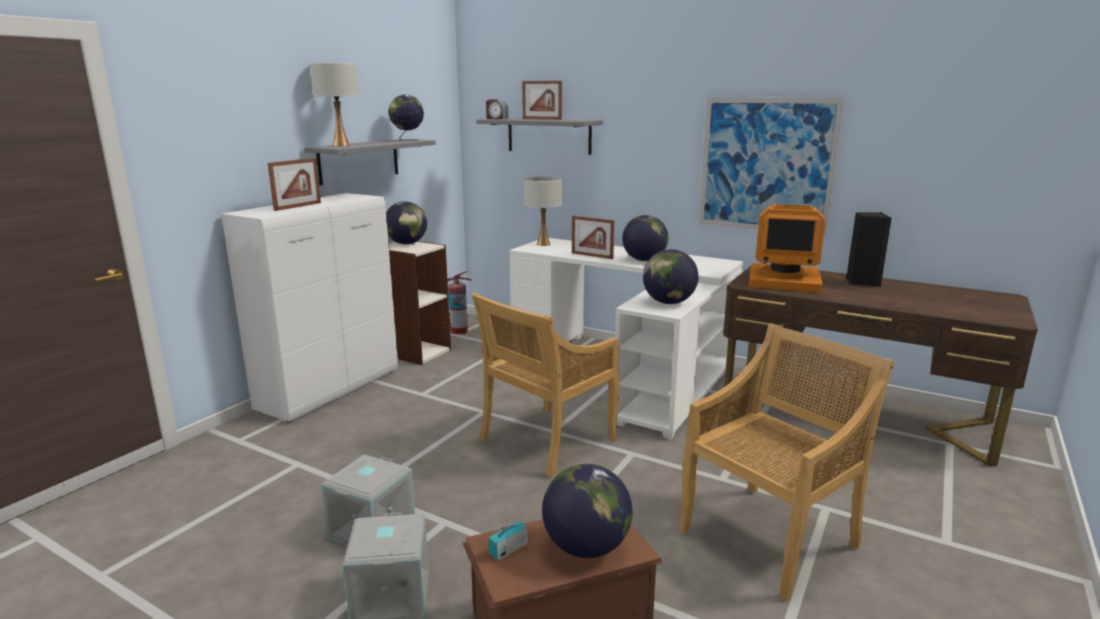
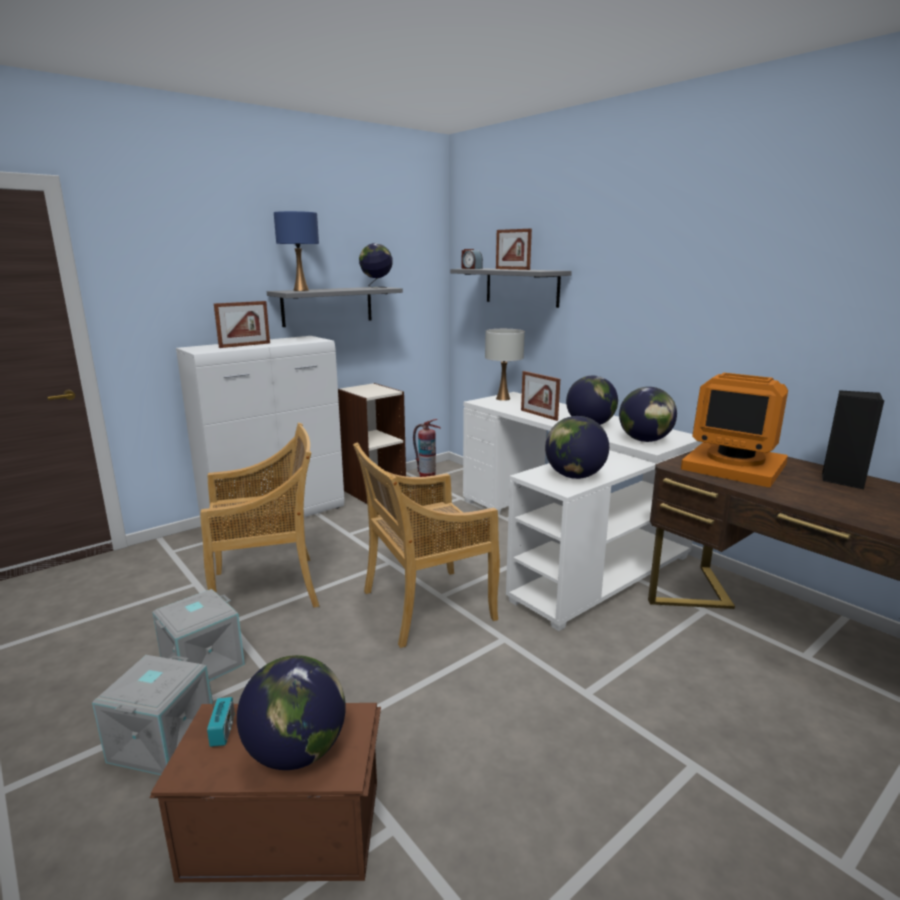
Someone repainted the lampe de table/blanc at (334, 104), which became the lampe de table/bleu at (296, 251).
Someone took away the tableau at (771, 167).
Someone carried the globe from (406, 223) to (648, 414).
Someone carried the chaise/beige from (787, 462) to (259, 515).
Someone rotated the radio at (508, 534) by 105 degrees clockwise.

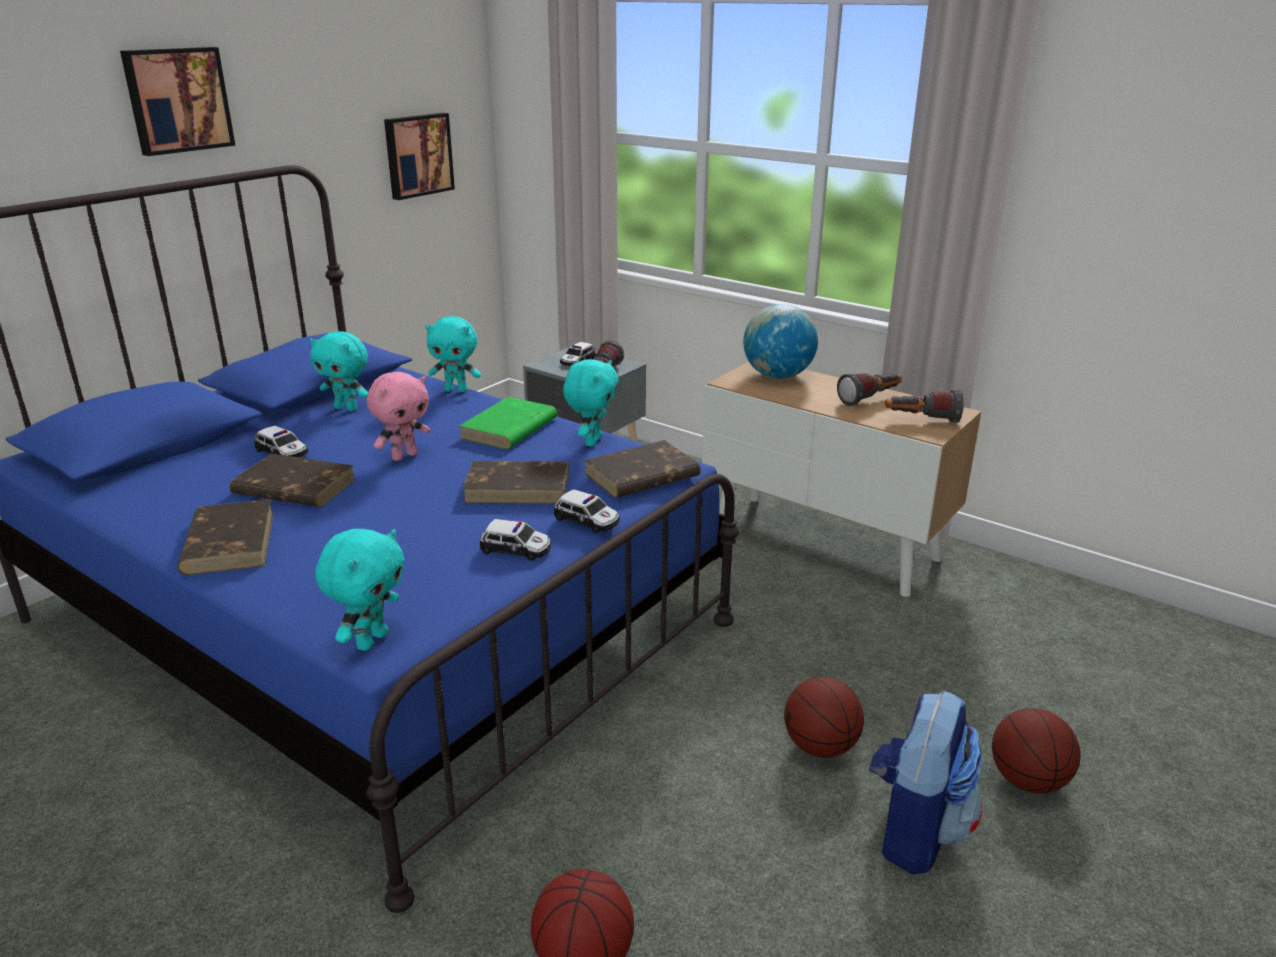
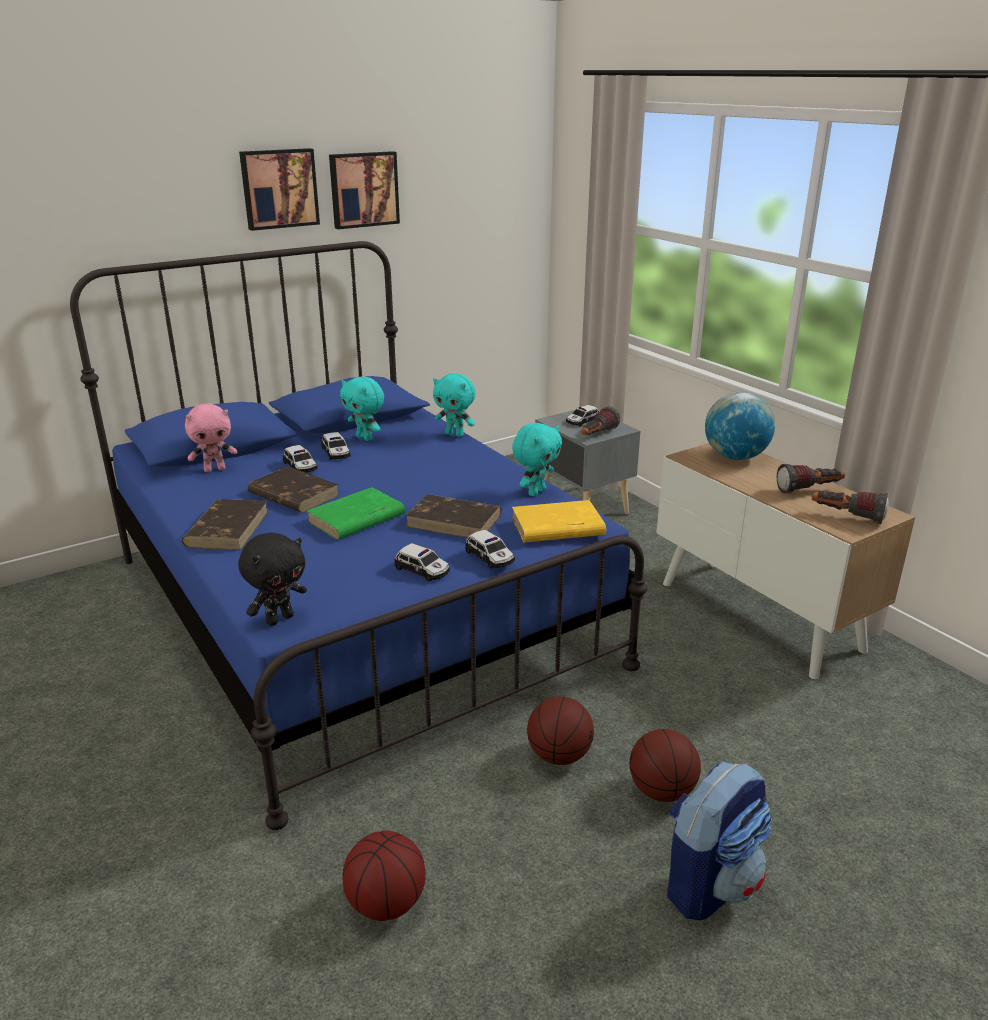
Someone carried the tableau from (419, 156) to (364, 190).
Someone carried the peluche/rose from (398, 416) to (211, 438).
Someone carried the livre/vert from (508, 423) to (356, 513).
Someone repainted the livre/marron at (642, 469), which became the livre/jaune at (559, 521).
Someone repainted the peluche/turquoise at (360, 590), which became the peluche/noir at (272, 579).
Someone carried the ballon de basket from (1036, 751) to (560, 730).
Someone put down the petite voiture at (336, 446).

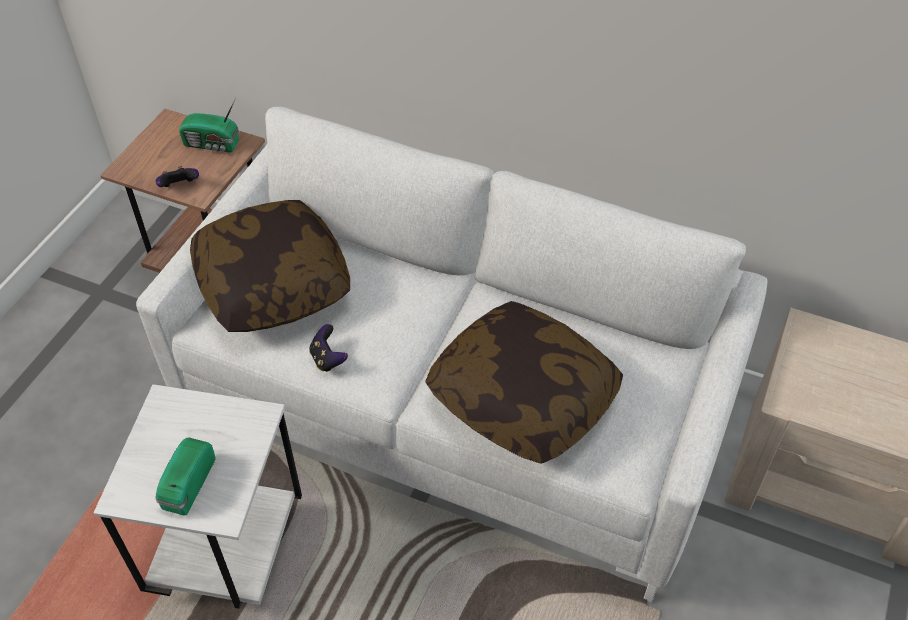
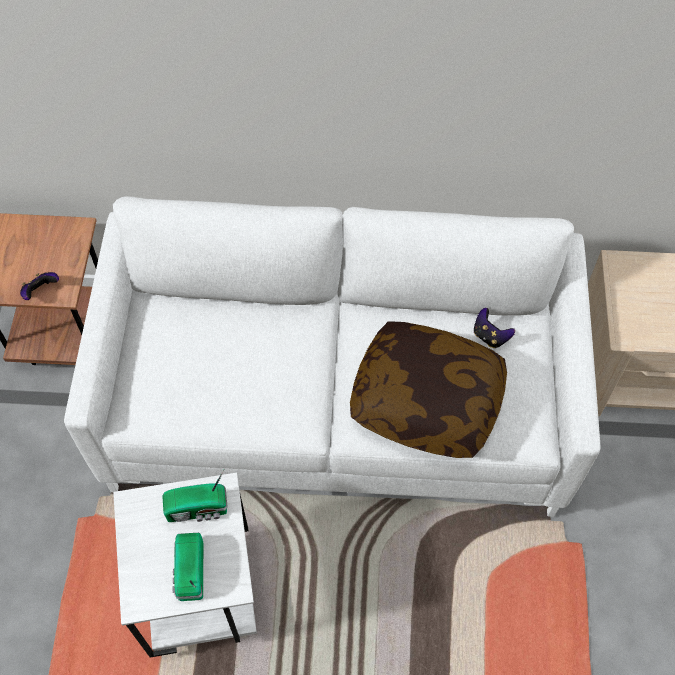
Someone carried the radio from (209, 125) to (195, 496).
Someone took away the coussin at (270, 266).
Someone carried the manette from (328, 348) to (494, 328).

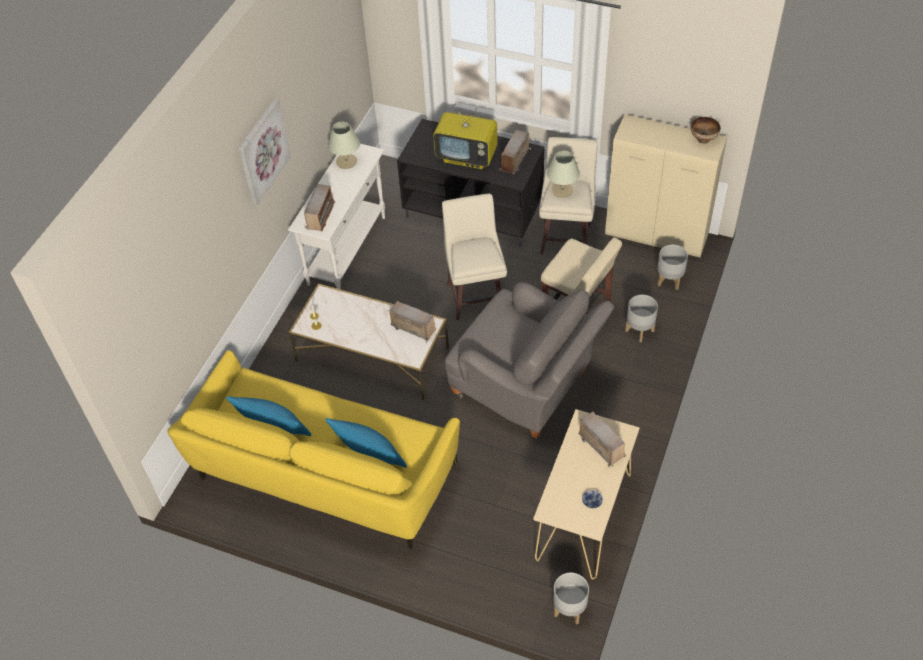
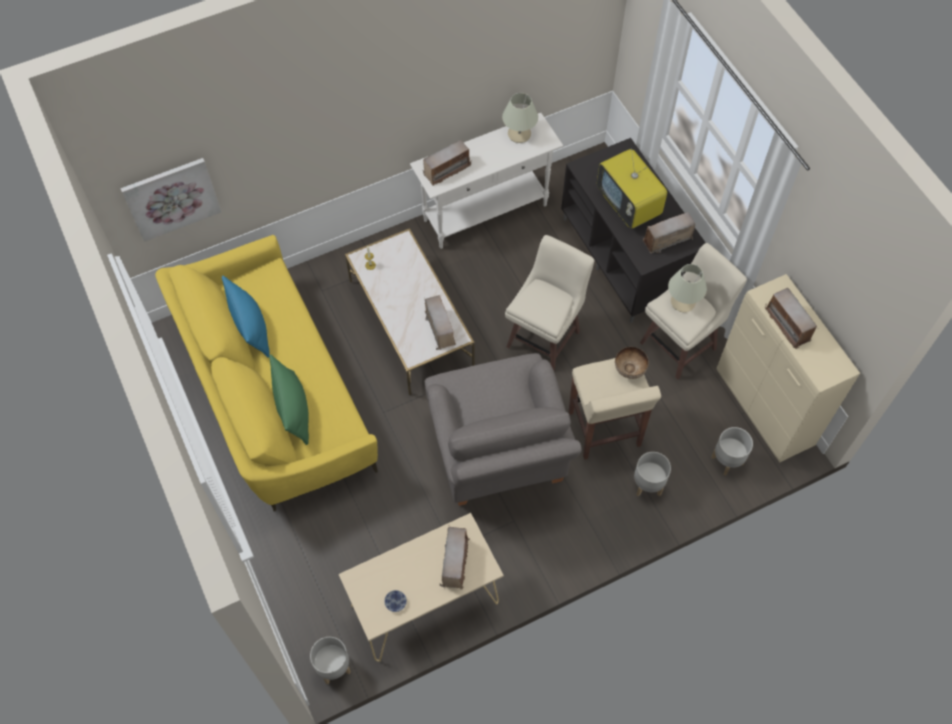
Someone carried the tableau from (265, 152) to (171, 200).
Someone carried the bol from (705, 130) to (632, 363).
Someone repainted the coussin/bleu at (366, 443), which became the coussin/vert at (289, 400).
Someone put down the radio at (791, 318).

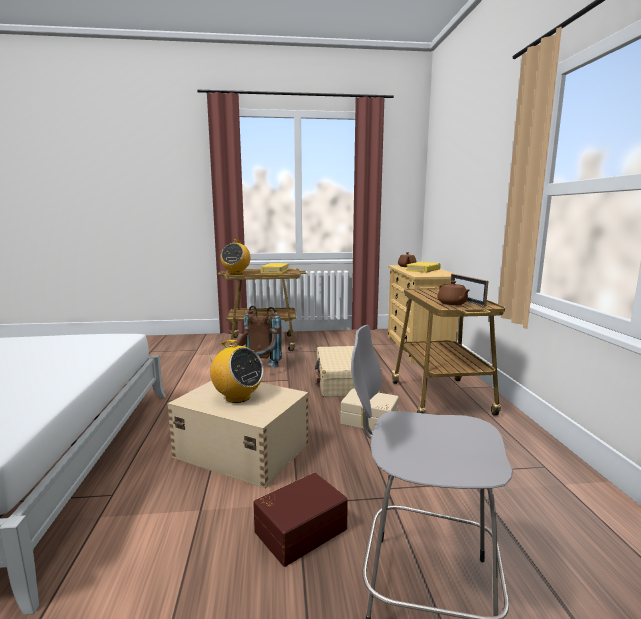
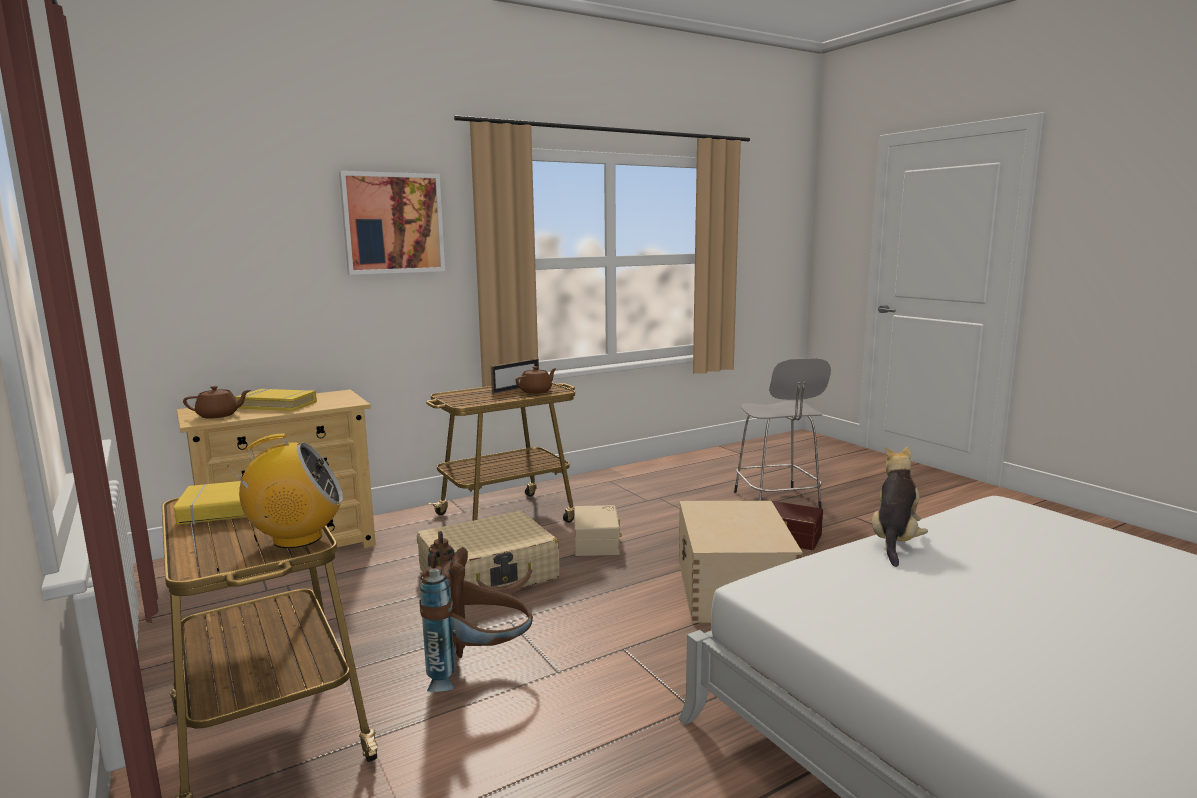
Someone took away the radio at (234, 371).
Someone put up the tableau at (392, 223).
Someone put down the peluche at (900, 506).

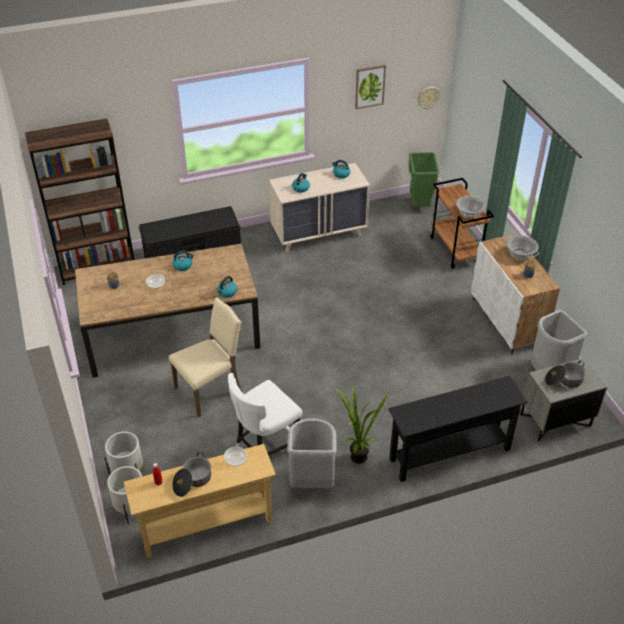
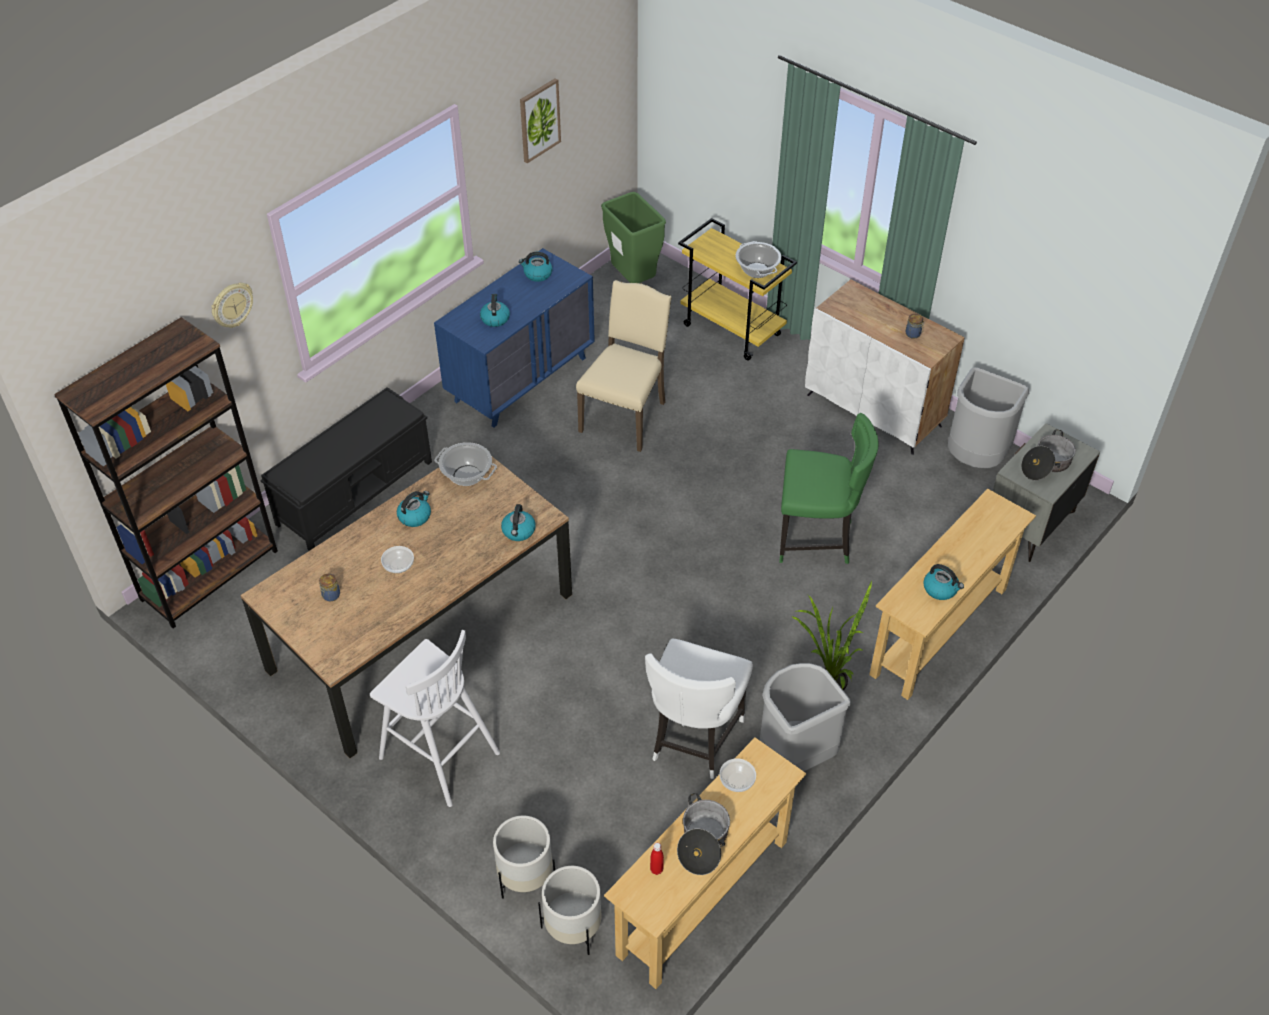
Someone carried the horloge murale from (429, 98) to (232, 305).
Someone repainted the commode/beige at (319, 207), which became the commode/bleu at (514, 337).
Someone repainted the chariot/marron at (462, 223), which became the chariot/jaune at (737, 289).
Someone carried the marmite from (522, 247) to (465, 464).
Someone carried the chaise/beige from (205, 357) to (624, 366).
Someone repainted the table console/noir at (458, 429), which became the table console/beige at (952, 594).
Someone put down the chaise/vert at (828, 488).
Someone put down the bouilloire at (943, 582).
Someone put down the tabouret/blanc at (435, 718).

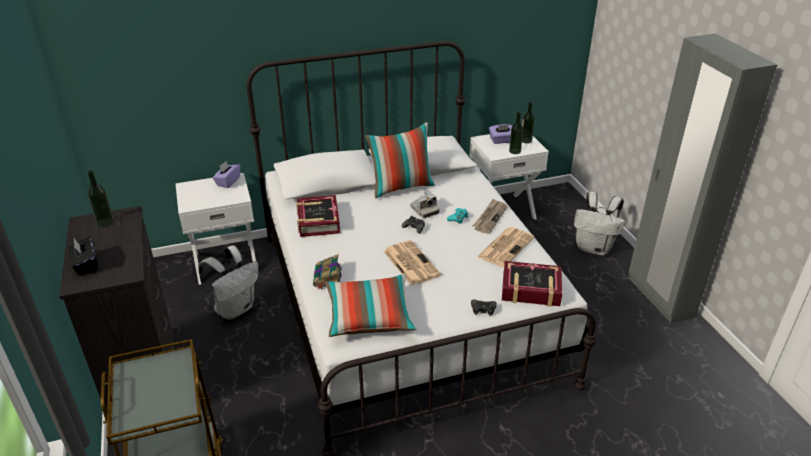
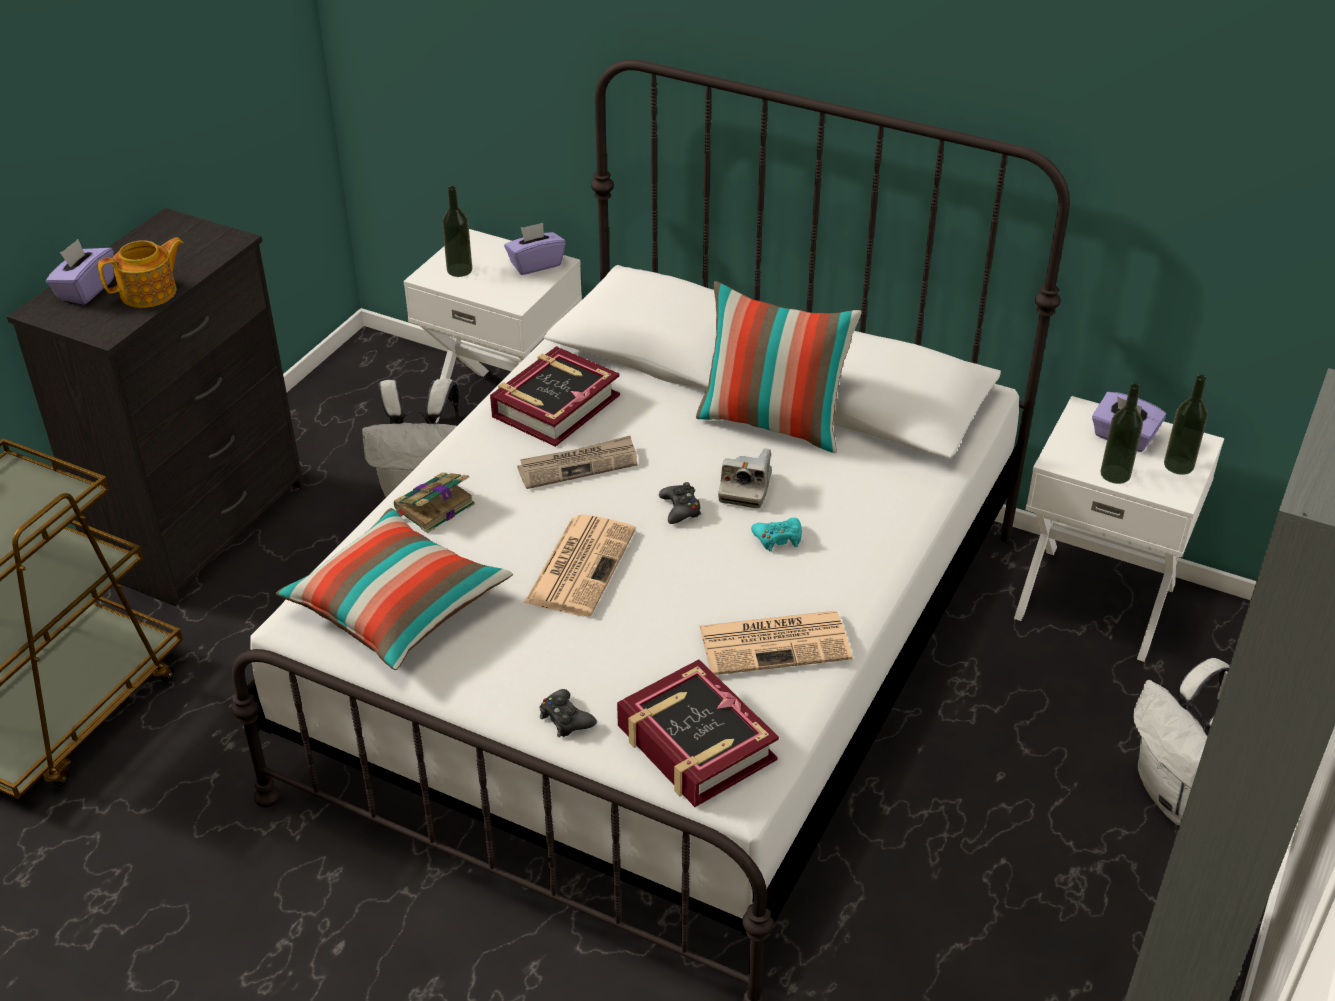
Someone carried the bouteille from (100, 198) to (457, 231).
Someone carried the journal from (490, 216) to (577, 462).
Someone repainted the boîte à mouchoirs/noir at (83, 255), which became the boîte à mouchoirs/violet at (80, 272).
Someone put down the théière at (141, 272).

